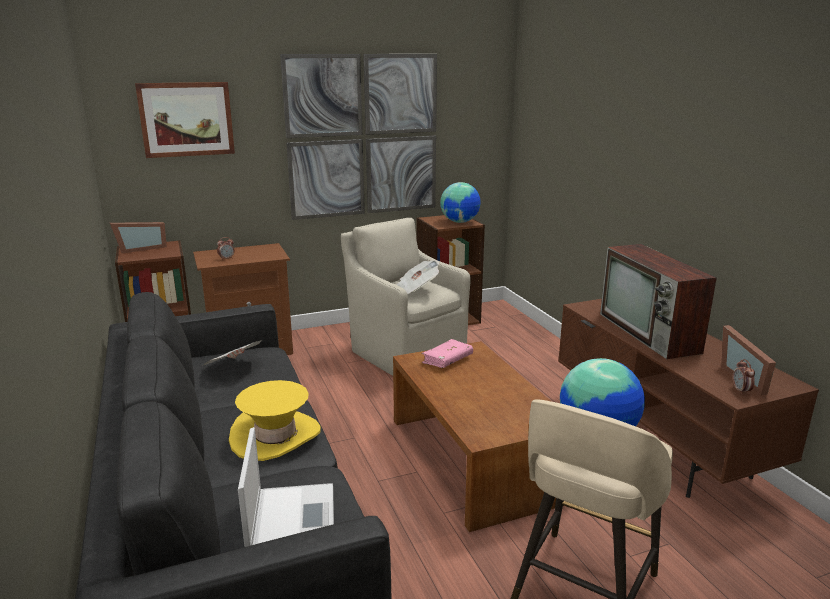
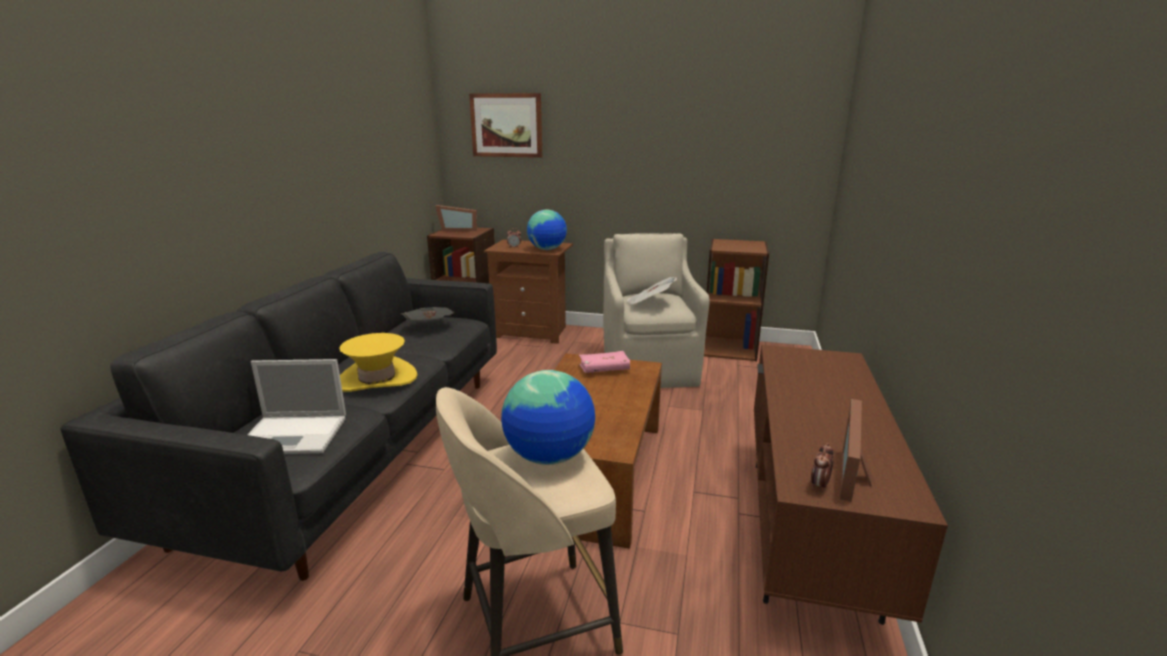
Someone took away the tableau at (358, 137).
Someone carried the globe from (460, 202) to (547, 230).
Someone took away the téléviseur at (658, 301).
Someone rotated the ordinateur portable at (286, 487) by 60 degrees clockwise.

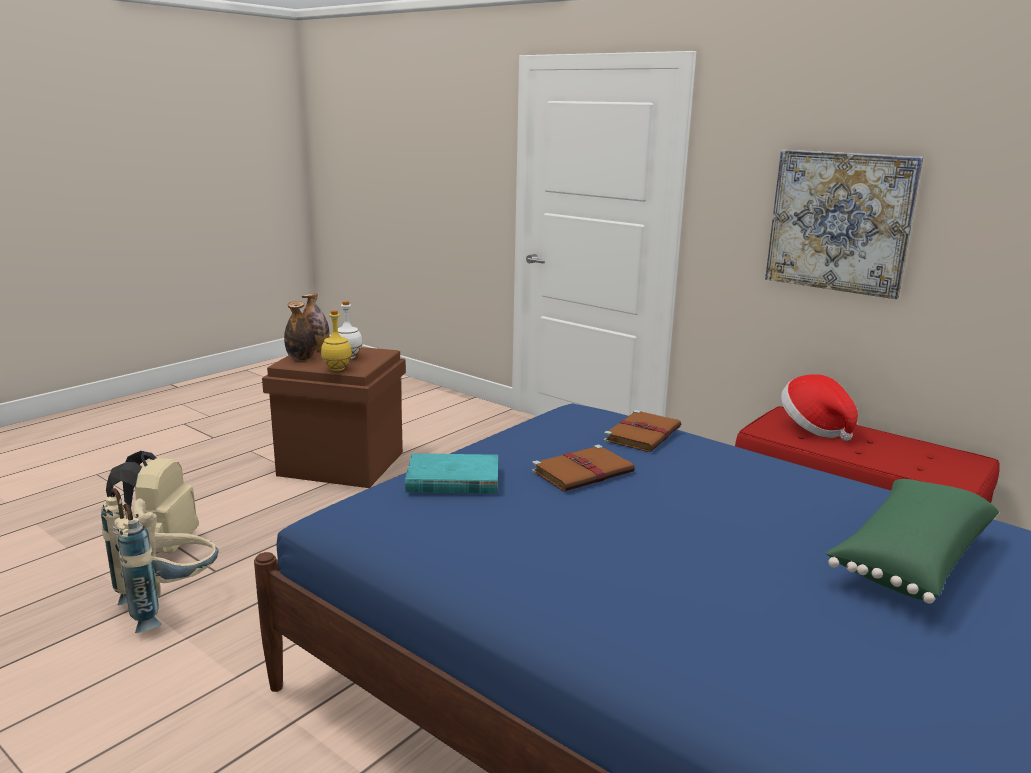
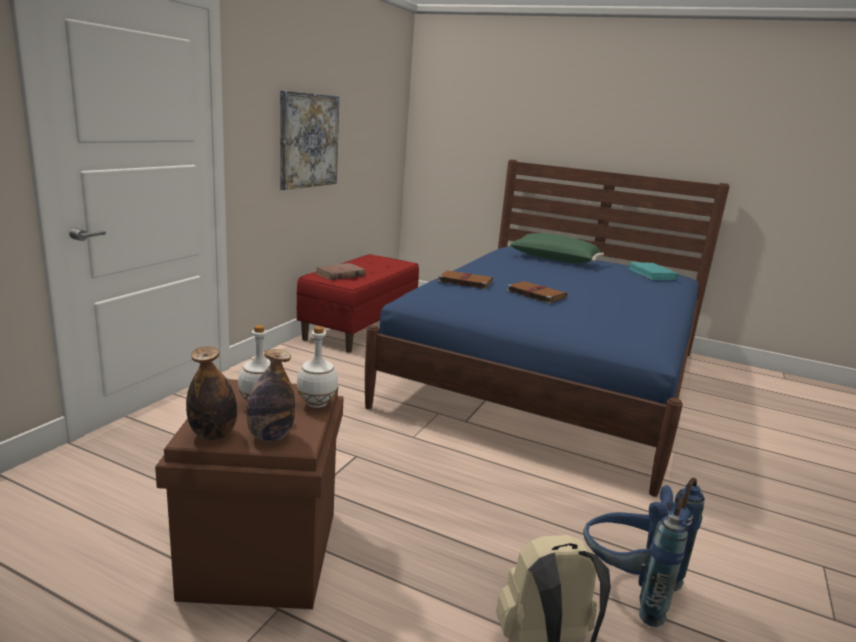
Someone repainted the bouteille/jaune at (336, 340), which became the bouteille/blanc at (317, 367).
Someone swapped the chapeau at (819, 408) for the livre/marron at (340, 271).
Someone carried the livre/turquoise from (451, 473) to (653, 271).
Someone repainted the sac à dos/beige at (159, 560), which became the sac à dos/bleu at (644, 552).

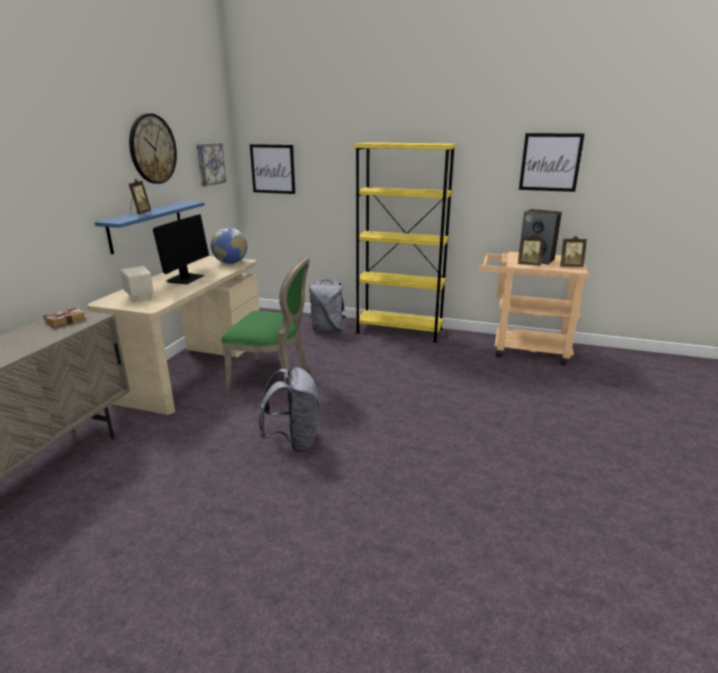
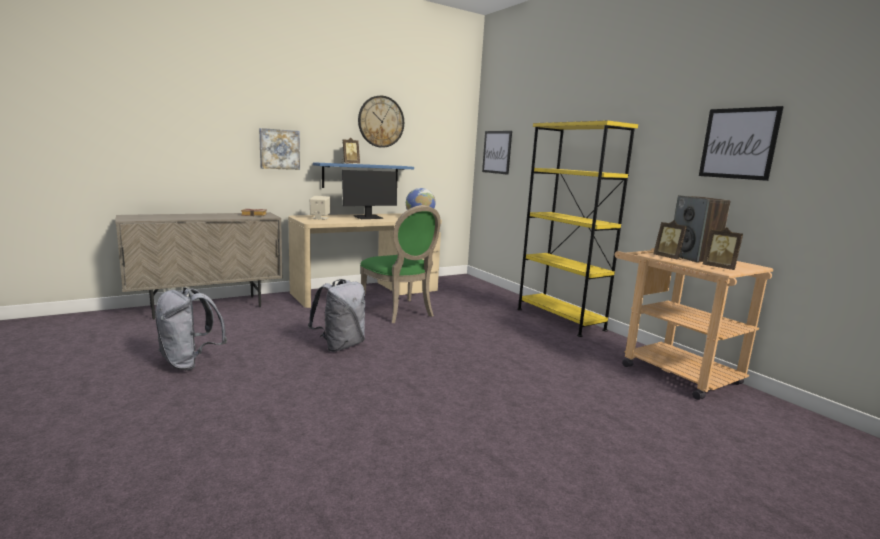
Someone carried the tableau from (211, 165) to (279, 149).
Someone carried the sac à dos/gris from (327, 305) to (191, 328).

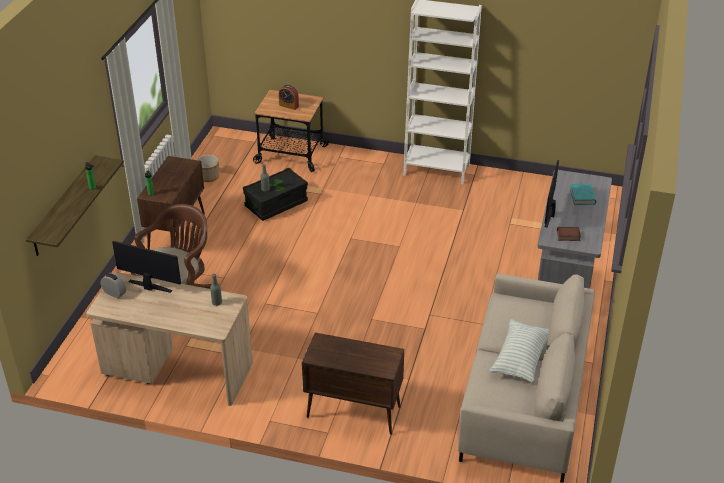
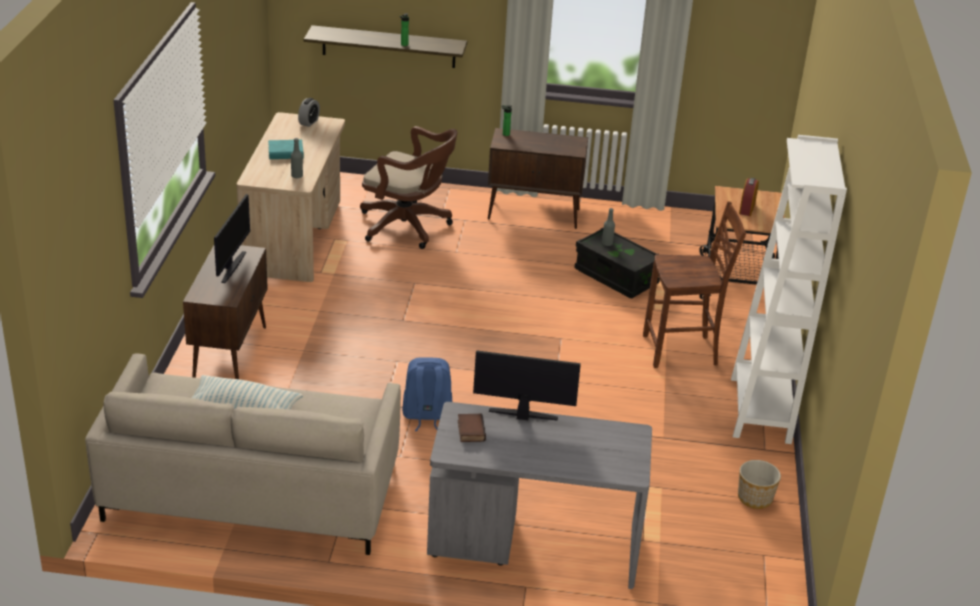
Someone carried the cache-pot from (207, 168) to (759, 484).
Someone carried the livre/turquoise from (583, 194) to (286, 149).
Someone carried the écran d'ordinateur from (146, 267) to (232, 238).
Someone put down the chaise/marron at (694, 284).
Someone put down the sac à dos/bleu at (427, 394).

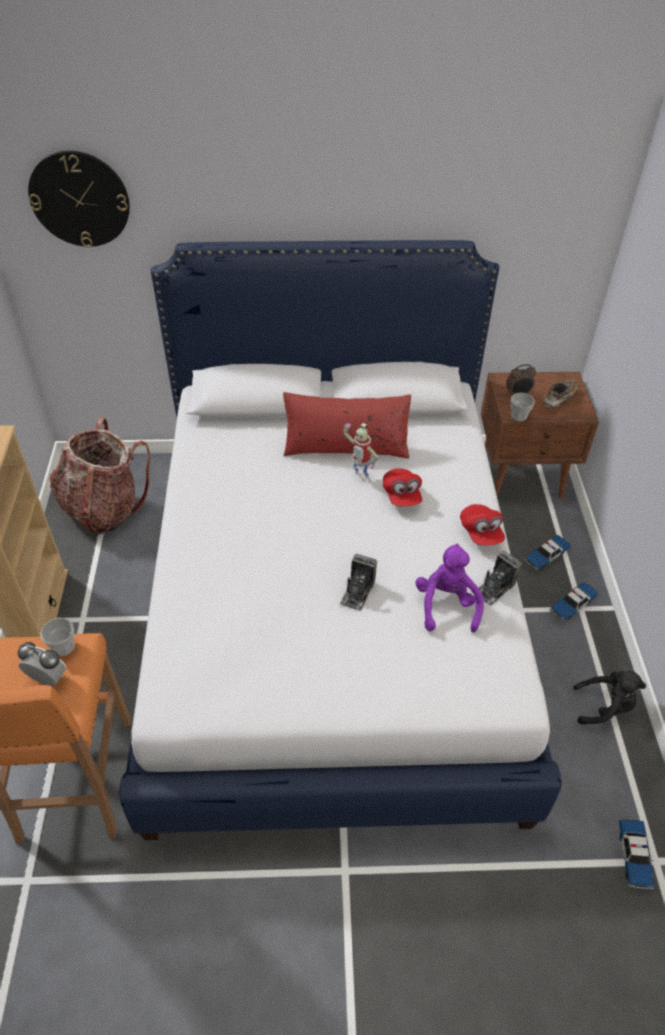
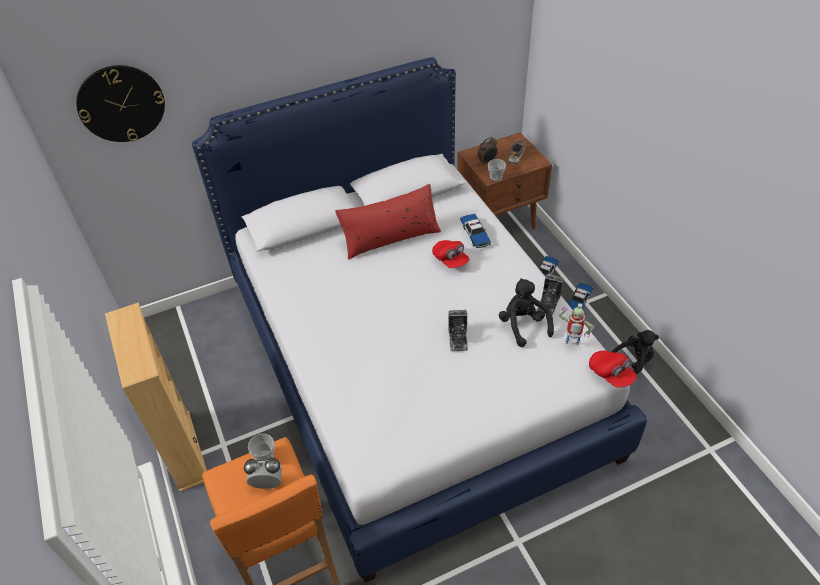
Someone took away the sac à dos at (99, 476).
Someone carried the robot jouet from (361, 451) to (576, 324).
Someone carried the casquette/rouge from (482, 525) to (613, 369).
Someone repainted the peluche/violet at (449, 588), which became the peluche/noir at (526, 312).
Someone carried the petite voiture from (636, 854) to (475, 231).

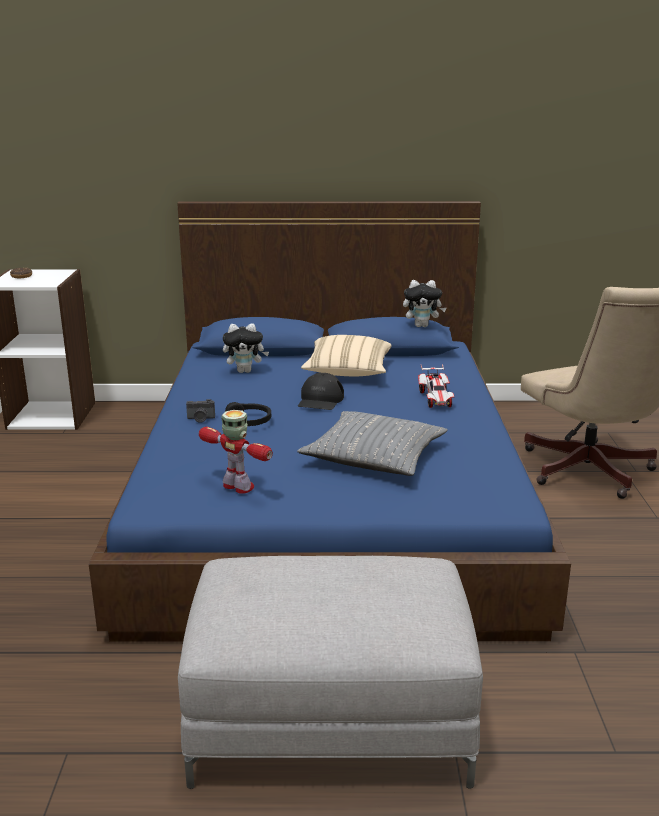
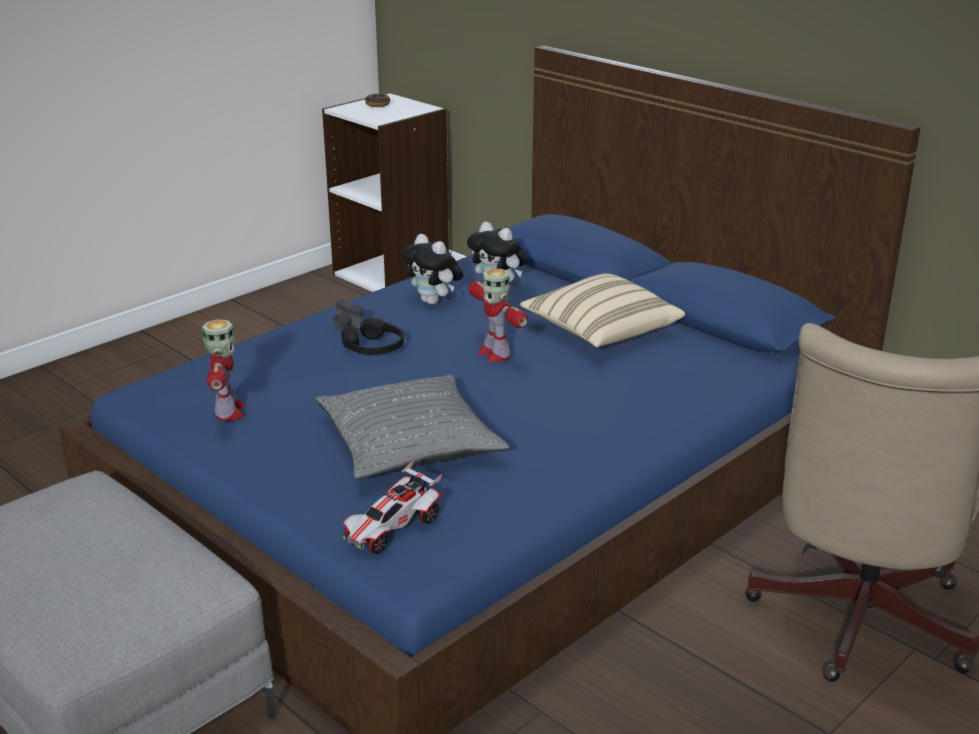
Someone carried the peluche from (424, 303) to (432, 269).
Someone carried the petite voiture from (436, 386) to (392, 507).
Someone swapped the casquette/noir at (321, 391) for the robot jouet at (498, 315).

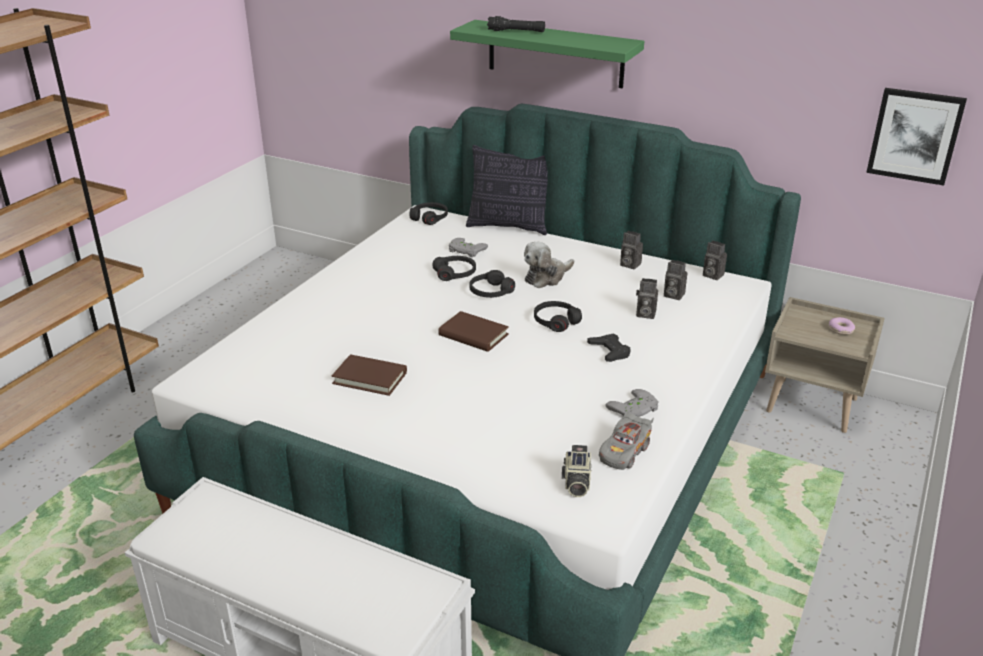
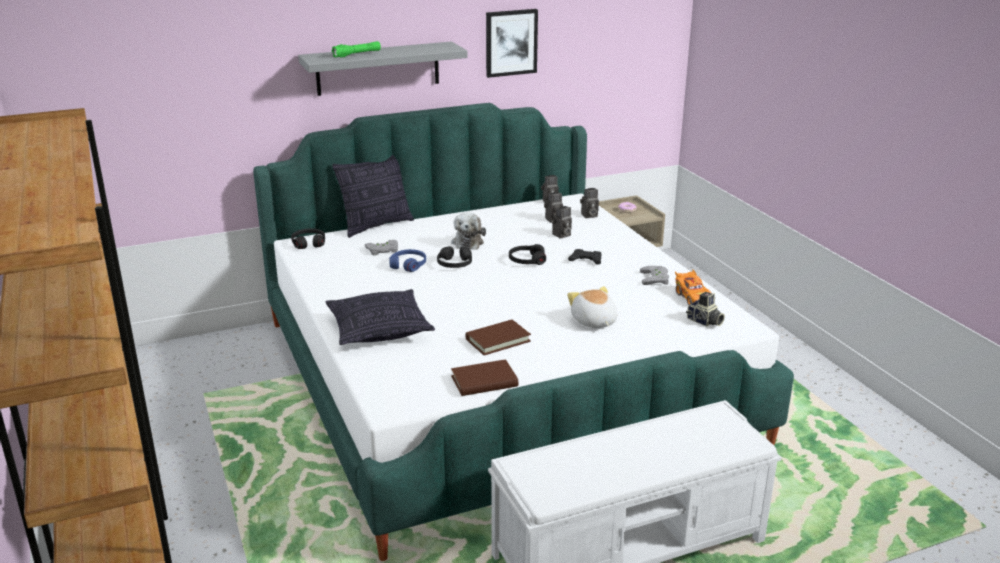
Someone repainted the lampe de poche/noir at (516, 24), which became the lampe de poche/vert at (356, 49).
Someone repainted the étagère/vert at (547, 54), which became the étagère/gris at (382, 68).
Someone carried the tableau from (916, 137) to (512, 43).
Someone carried the appareil photo from (631, 250) to (589, 203).
Someone repainted the casque audio/noir at (454, 268), which became the casque audio/bleu at (407, 260).
Someone carried the livre/marron from (473, 331) to (484, 377).
Someone repainted the petite voiture/gris at (626, 439), which became the petite voiture/orange at (693, 287).
Someone put down the peluche at (592, 307).
Someone put down the coussin at (380, 317).

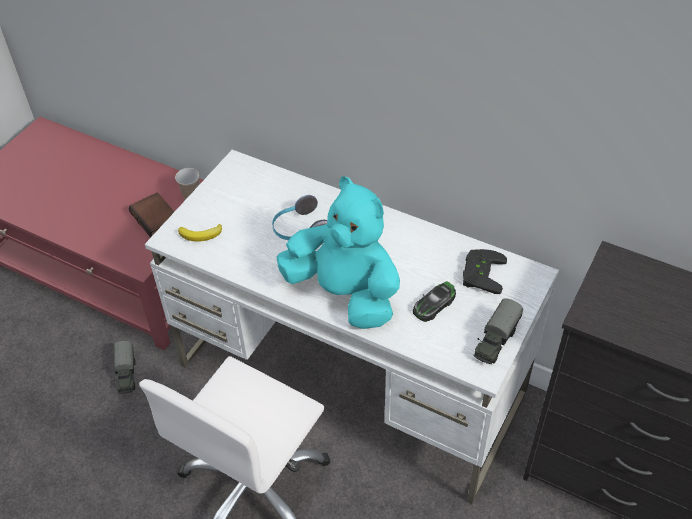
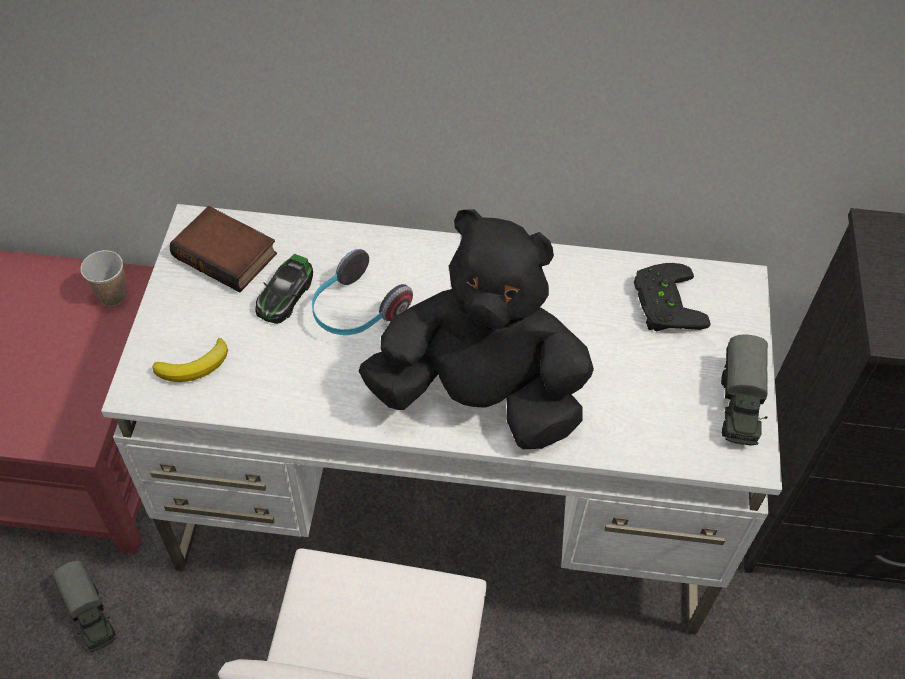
Someone repainted the peluche/turquoise at (338, 252), which became the peluche/noir at (476, 329).
Someone carried the livre from (151, 215) to (223, 249).
Someone carried the petite voiture from (434, 301) to (284, 289).

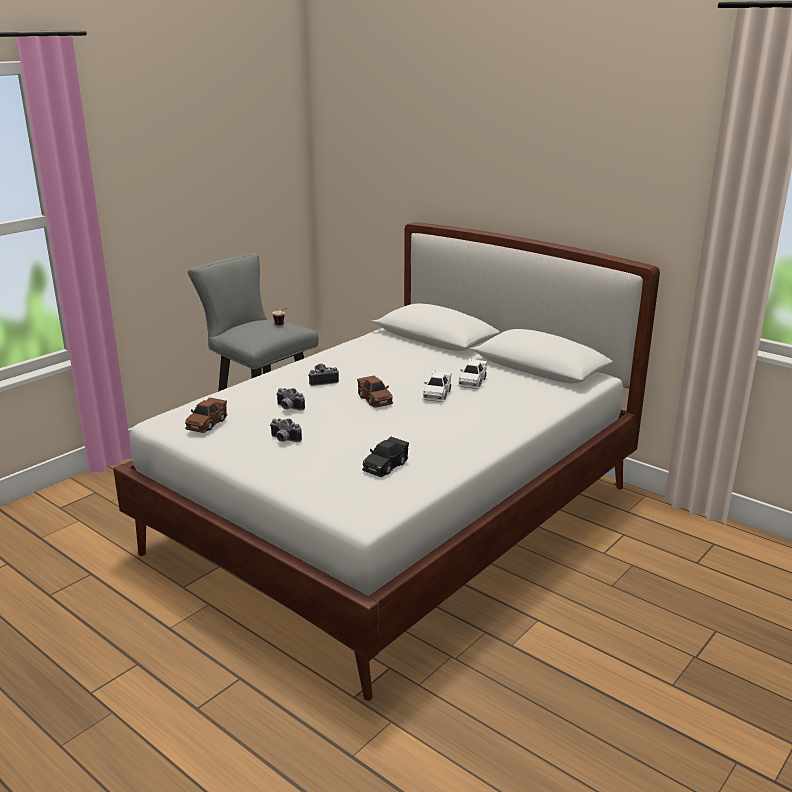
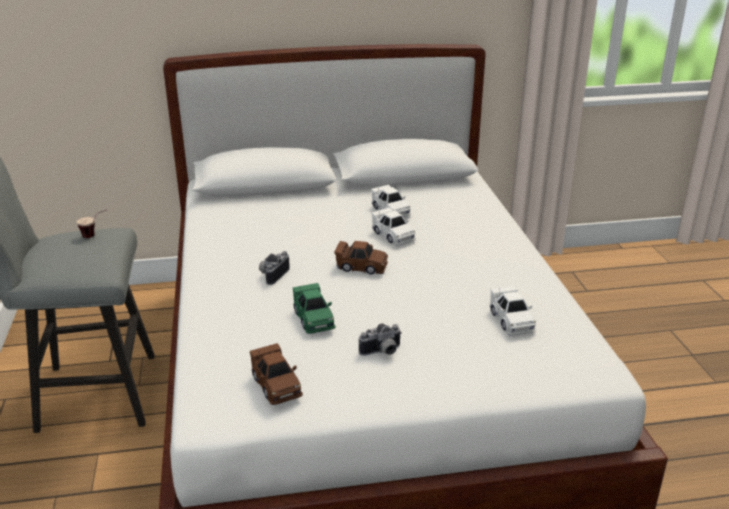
Someone swapped the appareil photo at (290, 399) for the petite voiture/vert at (314, 308).
Someone repainted the petite voiture/noir at (385, 457), which became the petite voiture/blanc at (513, 310).

